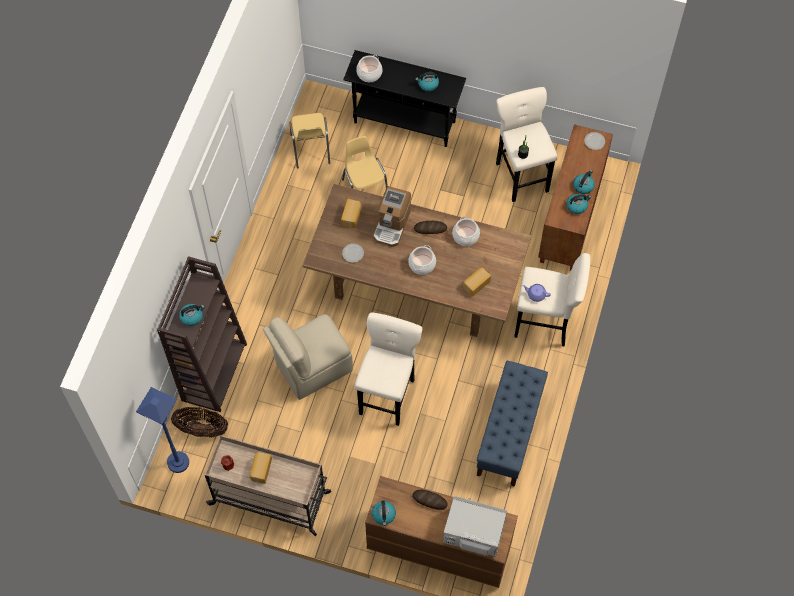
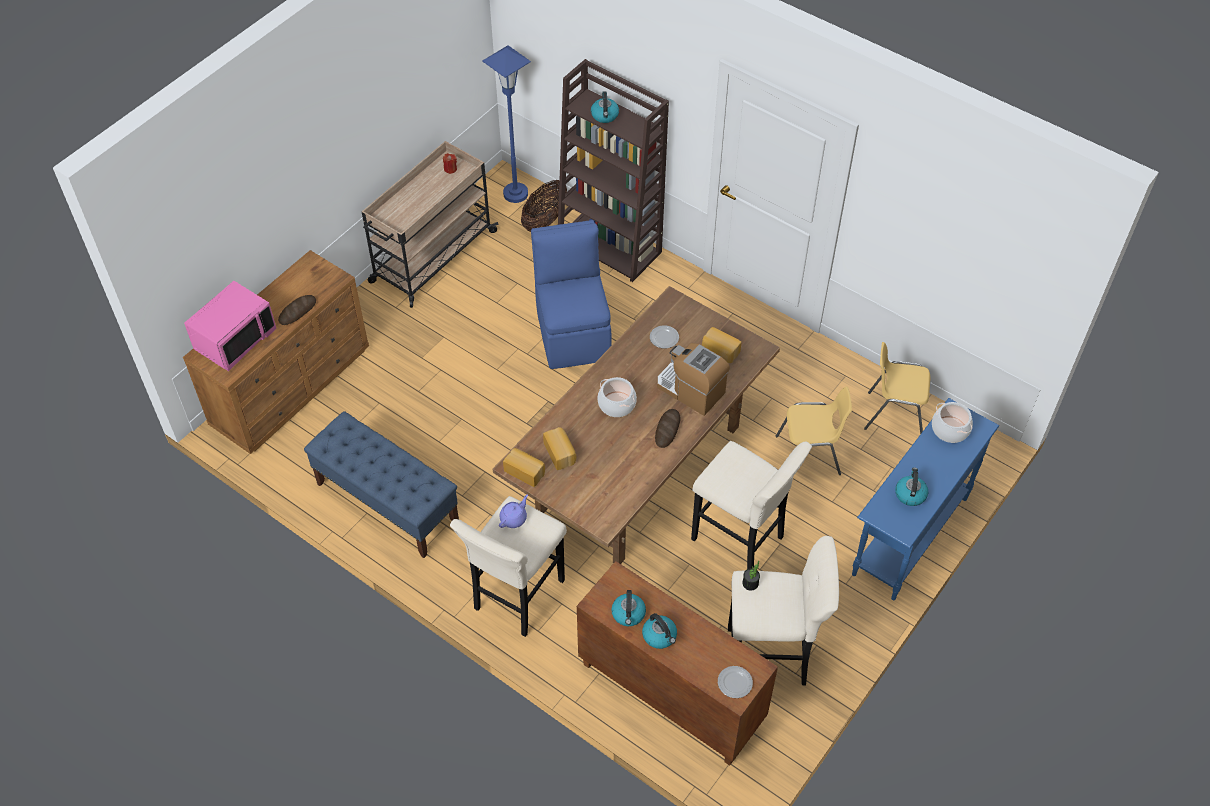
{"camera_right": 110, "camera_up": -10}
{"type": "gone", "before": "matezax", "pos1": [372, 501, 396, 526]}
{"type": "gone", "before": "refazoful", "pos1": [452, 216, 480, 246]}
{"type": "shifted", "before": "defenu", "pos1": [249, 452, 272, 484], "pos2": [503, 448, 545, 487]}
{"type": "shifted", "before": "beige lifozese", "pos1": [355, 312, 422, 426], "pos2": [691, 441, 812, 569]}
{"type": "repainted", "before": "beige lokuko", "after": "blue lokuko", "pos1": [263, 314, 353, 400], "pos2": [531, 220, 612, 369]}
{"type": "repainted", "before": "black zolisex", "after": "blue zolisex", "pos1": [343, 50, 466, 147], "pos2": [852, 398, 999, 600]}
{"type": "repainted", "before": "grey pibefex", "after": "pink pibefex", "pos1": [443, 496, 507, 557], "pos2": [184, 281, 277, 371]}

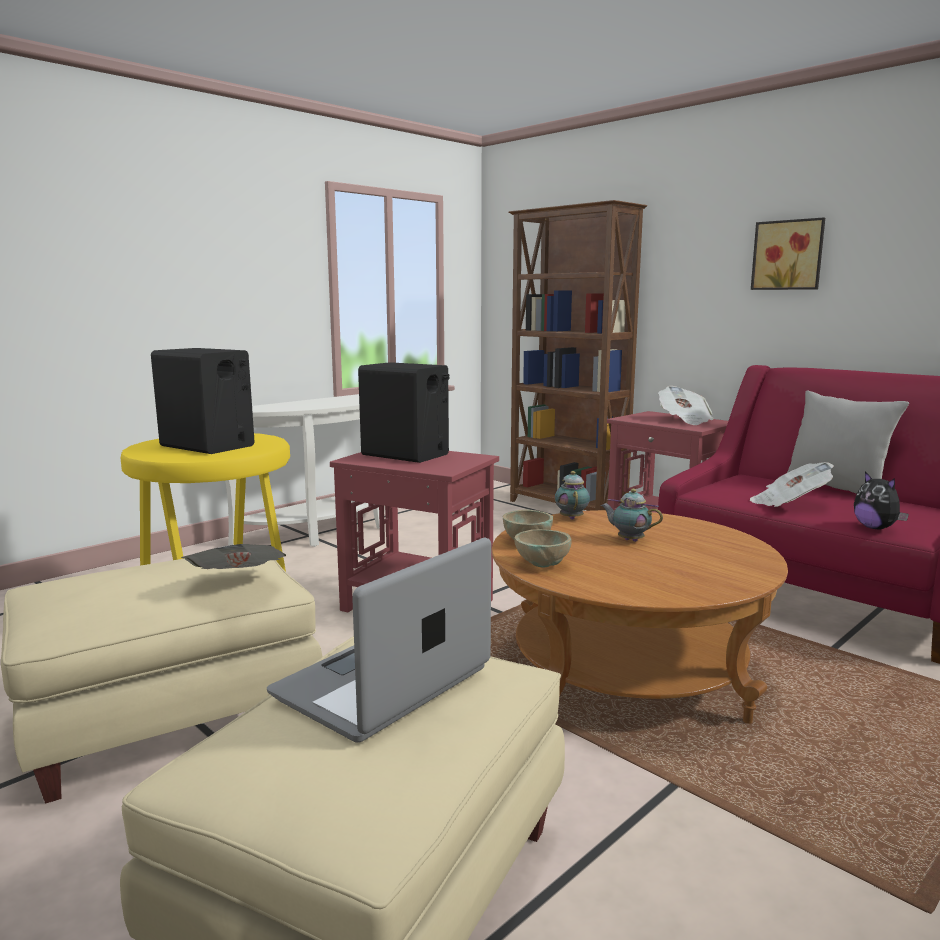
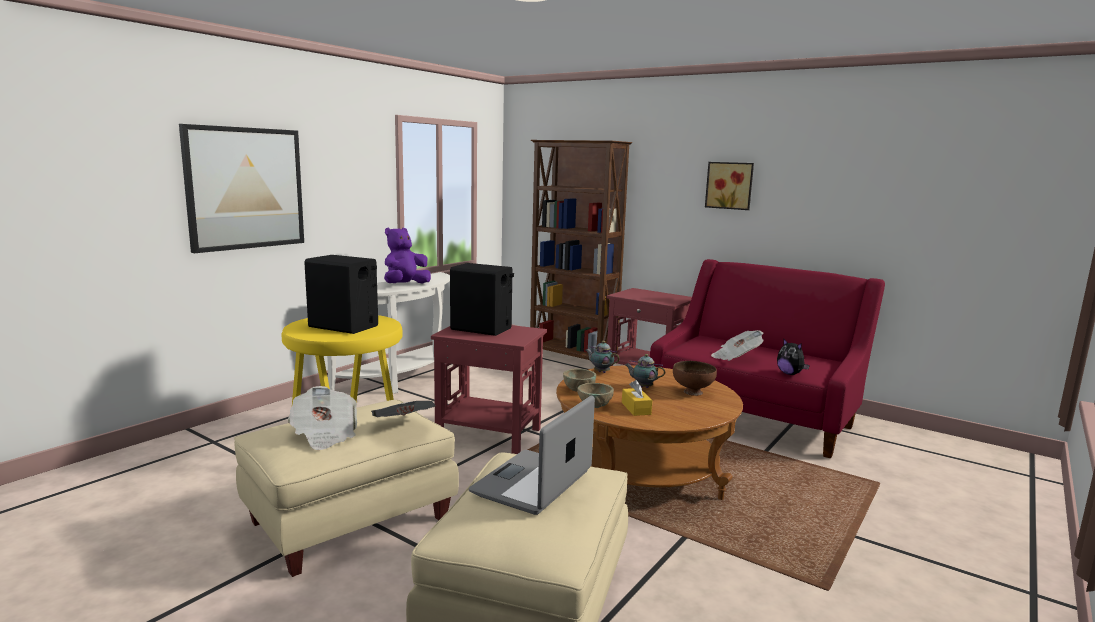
{"camera_right": -10, "camera_up": 0}
{"type": "gone", "before": "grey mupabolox", "pos1": [787, 390, 909, 494]}
{"type": "new", "after": "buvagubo", "pos2": [179, 124, 304, 253]}
{"type": "new", "after": "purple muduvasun", "pos2": [384, 228, 431, 283]}
{"type": "new", "after": "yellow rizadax", "pos2": [622, 380, 652, 416]}
{"type": "new", "after": "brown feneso", "pos2": [673, 361, 717, 396]}
{"type": "shifted", "before": "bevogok", "pos1": [658, 386, 714, 425], "pos2": [288, 386, 357, 450]}
{"type": "rotated", "before": "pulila", "pos1": [555, 471, 590, 520], "pos2": [586, 341, 620, 373], "turn": -45}

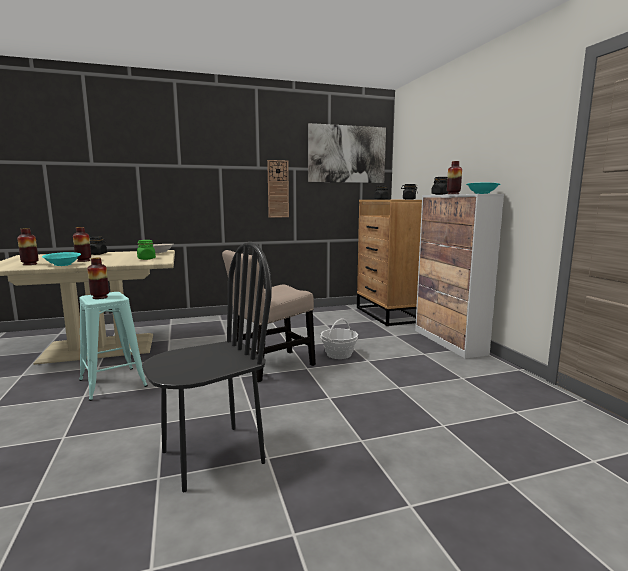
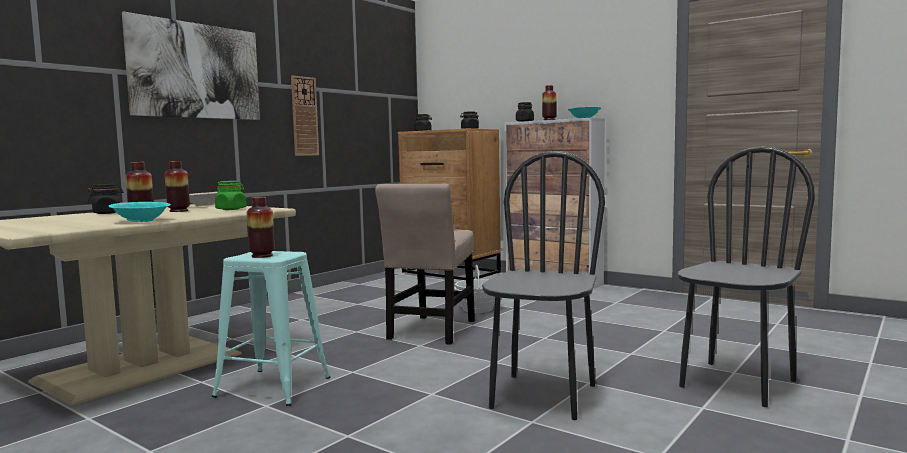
{"camera_right": -35, "camera_up": -5}
{"type": "new", "after": "black lokuko", "pos2": [678, 146, 815, 407]}
{"type": "shifted", "before": "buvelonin", "pos1": [17, 228, 39, 265], "pos2": [165, 161, 190, 212]}
{"type": "shifted", "before": "buvagubo", "pos1": [308, 123, 386, 183], "pos2": [122, 11, 260, 120]}

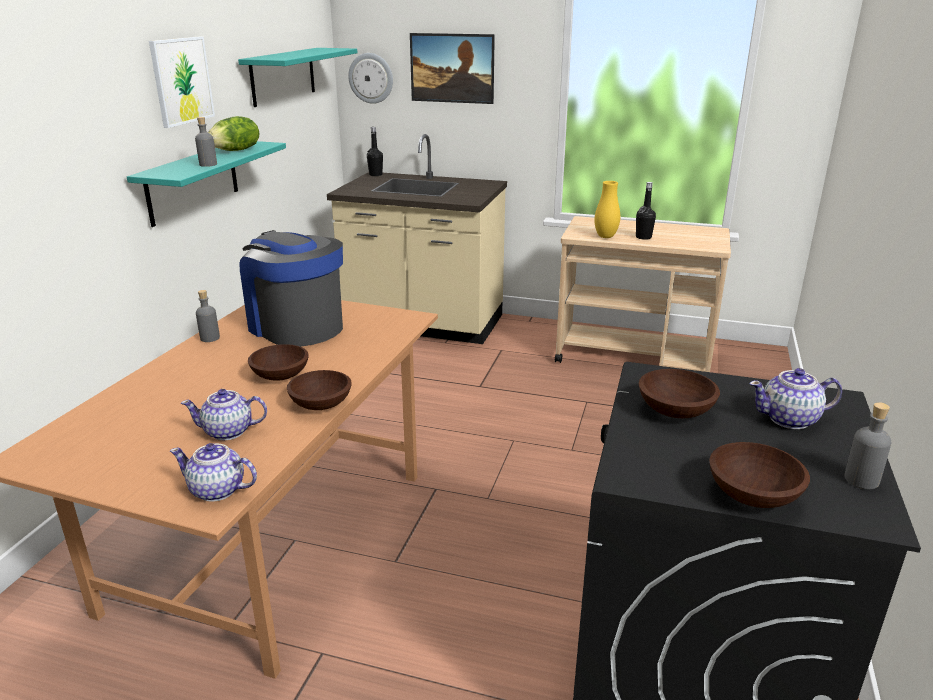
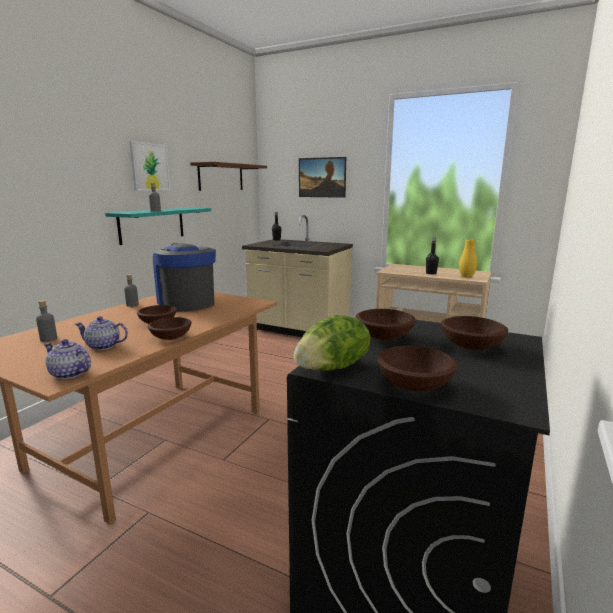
{"camera_right": 10, "camera_up": -10}
{"type": "gone", "before": "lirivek", "pos1": [348, 53, 393, 104]}
{"type": "shifted", "before": "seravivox", "pos1": [208, 116, 259, 151], "pos2": [293, 315, 370, 371]}
{"type": "shifted", "before": "yellow buvelonin", "pos1": [594, 181, 620, 238], "pos2": [459, 239, 477, 278]}
{"type": "shifted", "before": "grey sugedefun", "pos1": [844, 402, 891, 489], "pos2": [36, 300, 57, 342]}
{"type": "swapped", "before": "pulila", "after": "brown feneso", "pos1": [749, 368, 842, 429], "pos2": [441, 316, 508, 350]}
{"type": "repainted", "before": "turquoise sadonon", "after": "brown sadonon", "pos1": [238, 48, 357, 107], "pos2": [190, 162, 267, 191]}

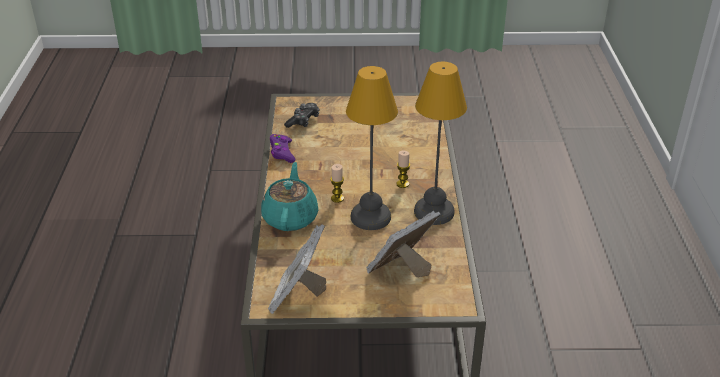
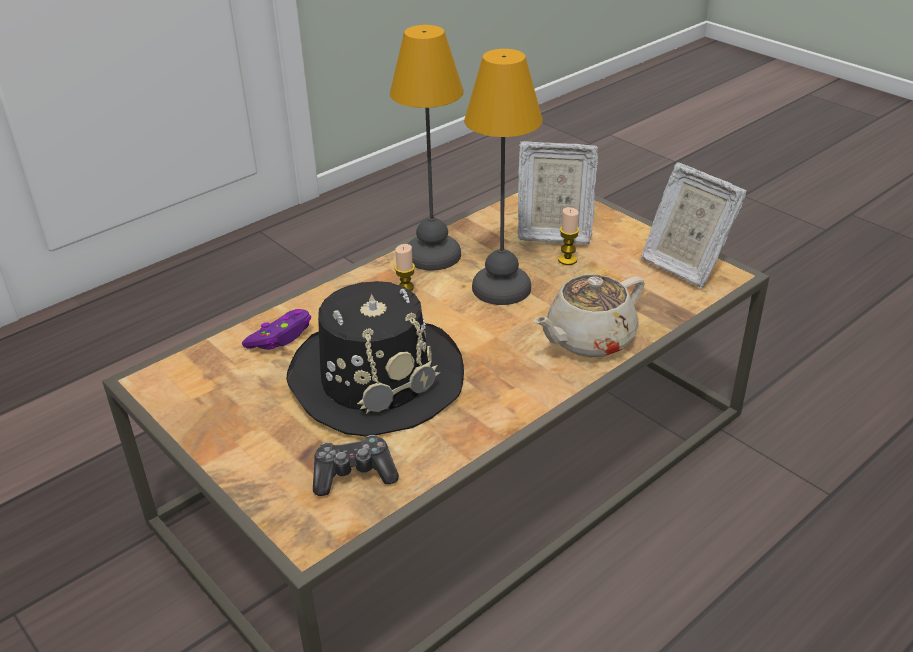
{"camera_right": -130, "camera_up": 0}
{"type": "new", "after": "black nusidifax", "pos2": [286, 281, 464, 437]}
{"type": "shifted", "before": "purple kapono", "pos1": [270, 134, 295, 163], "pos2": [242, 309, 311, 350]}
{"type": "shifted", "before": "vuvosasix", "pos1": [330, 164, 344, 203], "pos2": [558, 207, 579, 265]}
{"type": "repainted", "before": "turquoise pulila", "after": "beige pulila", "pos1": [261, 162, 318, 231], "pos2": [534, 274, 645, 357]}
{"type": "rotated", "before": "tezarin", "pos1": [268, 224, 326, 314], "pos2": [641, 162, 747, 288], "turn": 75}

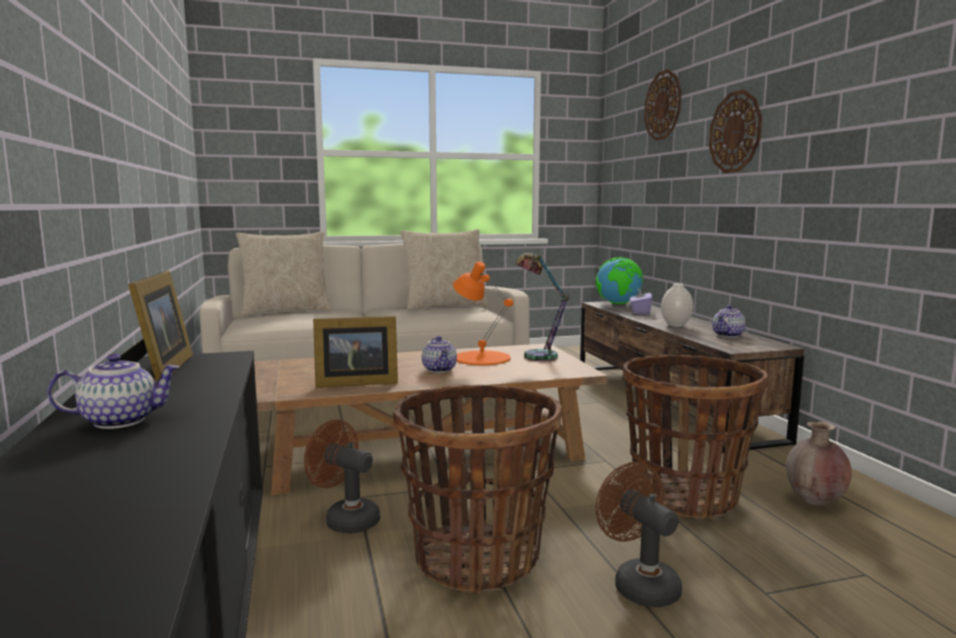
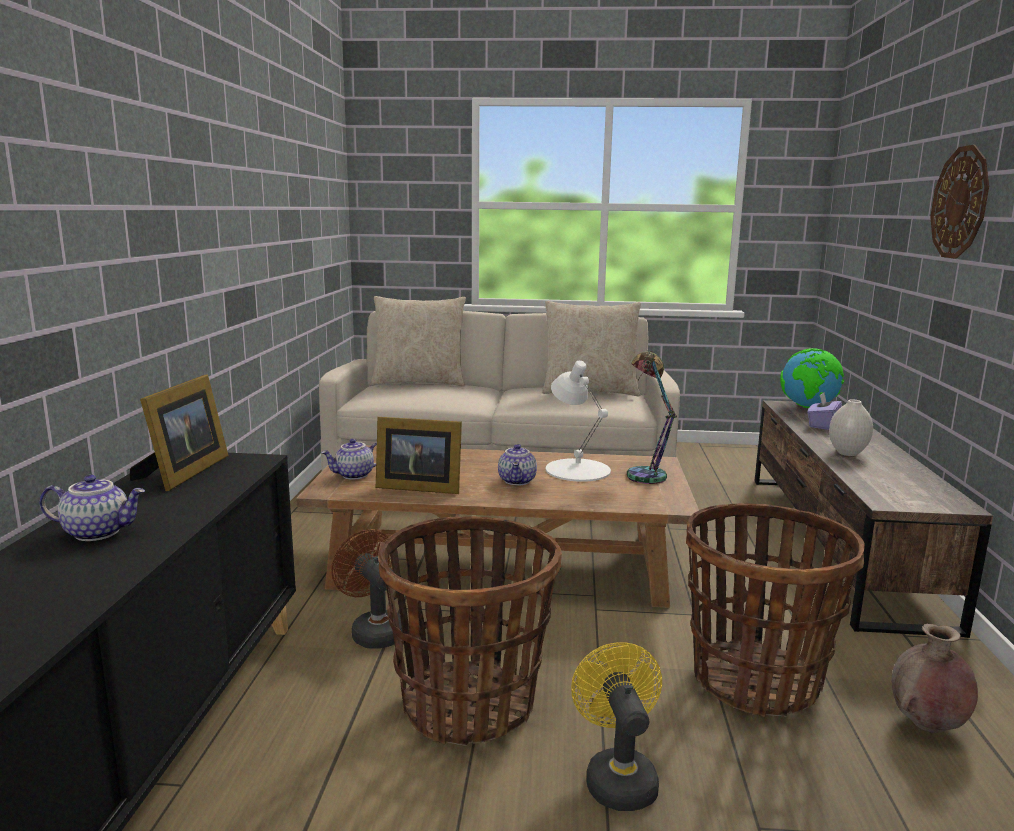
{"camera_right": 20, "camera_up": 5}
{"type": "gone", "before": "lirivek", "pos1": [644, 69, 681, 141]}
{"type": "shifted", "before": "pulila", "pos1": [712, 305, 746, 337], "pos2": [321, 439, 377, 480]}
{"type": "repainted", "before": "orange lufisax", "after": "white lufisax", "pos1": [453, 261, 513, 365], "pos2": [546, 360, 611, 482]}
{"type": "repainted", "before": "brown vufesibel", "after": "yellow vufesibel", "pos1": [595, 462, 682, 607], "pos2": [571, 642, 662, 811]}

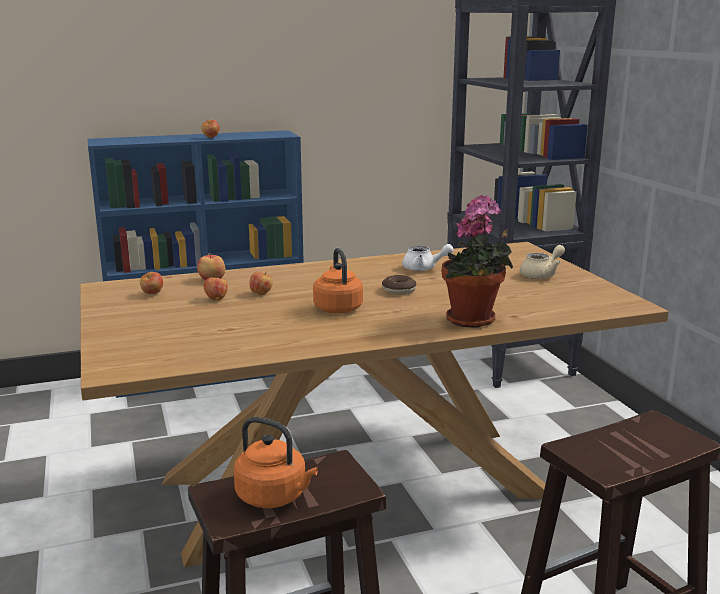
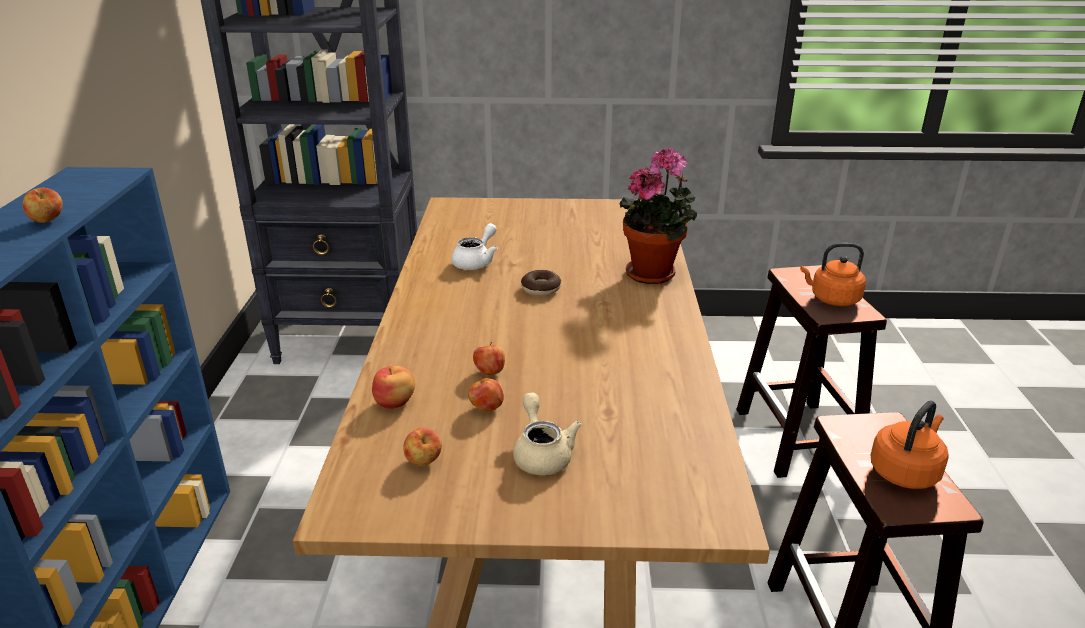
{"camera_right": -70, "camera_up": 10}
{"type": "shifted", "before": "orange matezax", "pos1": [313, 248, 363, 313], "pos2": [800, 243, 866, 306]}
{"type": "shifted", "before": "beige pulila", "pos1": [520, 245, 565, 279], "pos2": [513, 393, 582, 475]}

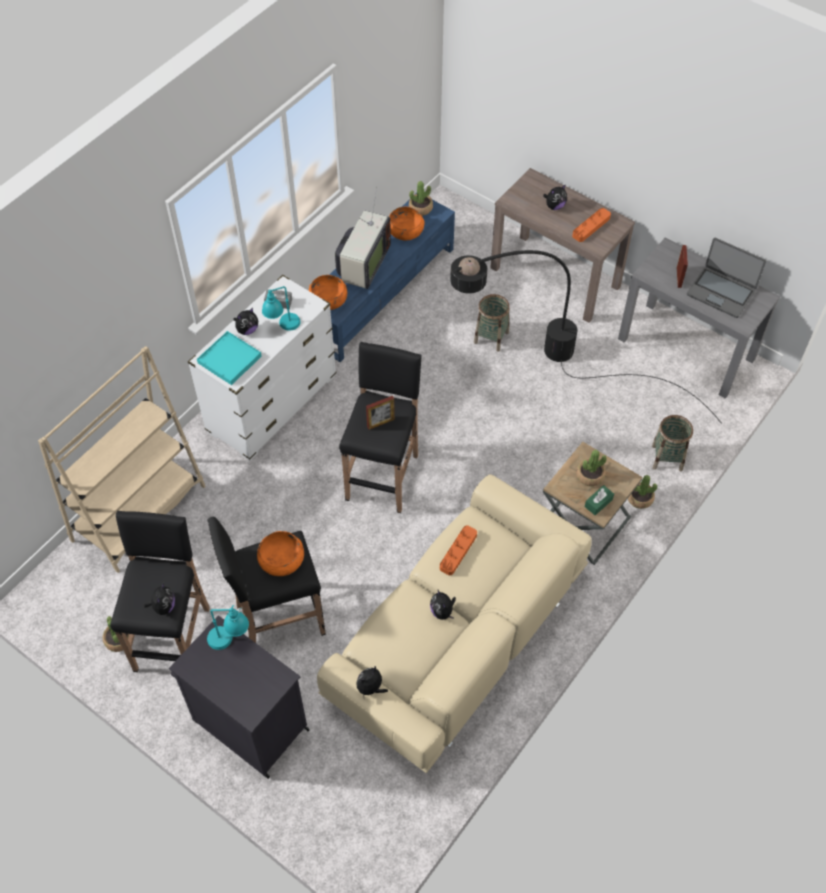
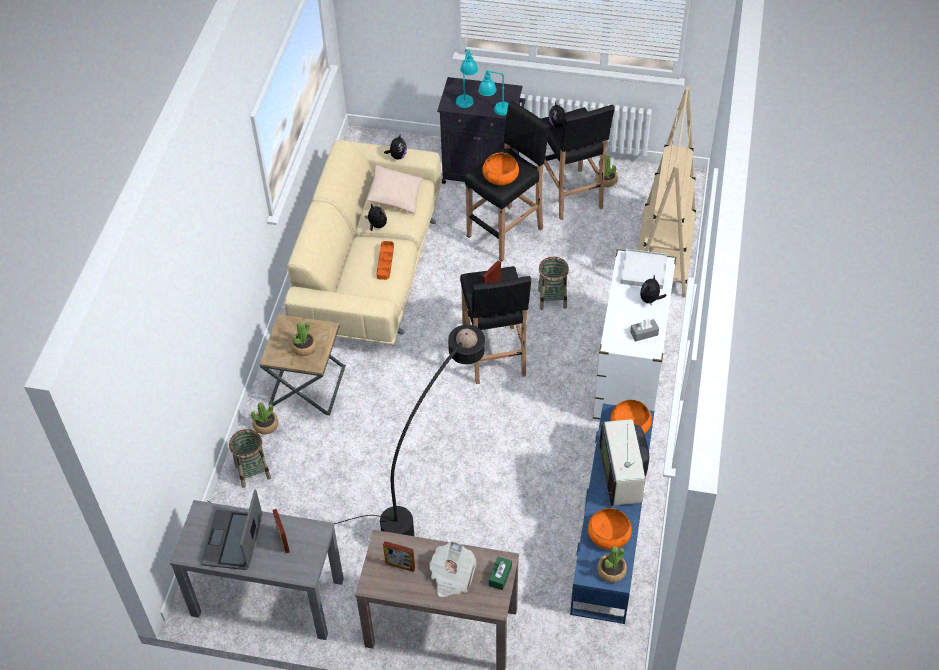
{"camera_right": 155, "camera_up": -5}
{"type": "new", "after": "beige mupabolox", "pos2": [367, 165, 423, 214]}
{"type": "shifted", "before": "turquoise lufisax", "pos1": [262, 286, 301, 331], "pos2": [456, 49, 478, 108]}
{"type": "shifted", "before": "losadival", "pos1": [474, 294, 510, 352], "pos2": [538, 257, 569, 310]}
{"type": "shifted", "before": "green rizadax", "pos1": [585, 485, 614, 515], "pos2": [489, 557, 512, 590]}
{"type": "swapped", "before": "muduvasun", "after": "bevogok", "pos1": [543, 184, 567, 210], "pos2": [429, 541, 477, 597]}
{"type": "swapped", "before": "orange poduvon", "after": "tezarin", "pos1": [572, 208, 611, 242], "pos2": [383, 541, 415, 572]}
{"type": "repainted", "before": "turquoise poduvon", "after": "white poduvon", "pos1": [197, 331, 262, 385], "pos2": [621, 249, 668, 289]}
{"type": "rotated", "before": "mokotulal", "pos1": [687, 238, 766, 318], "pos2": [201, 490, 262, 570], "turn": -90}

